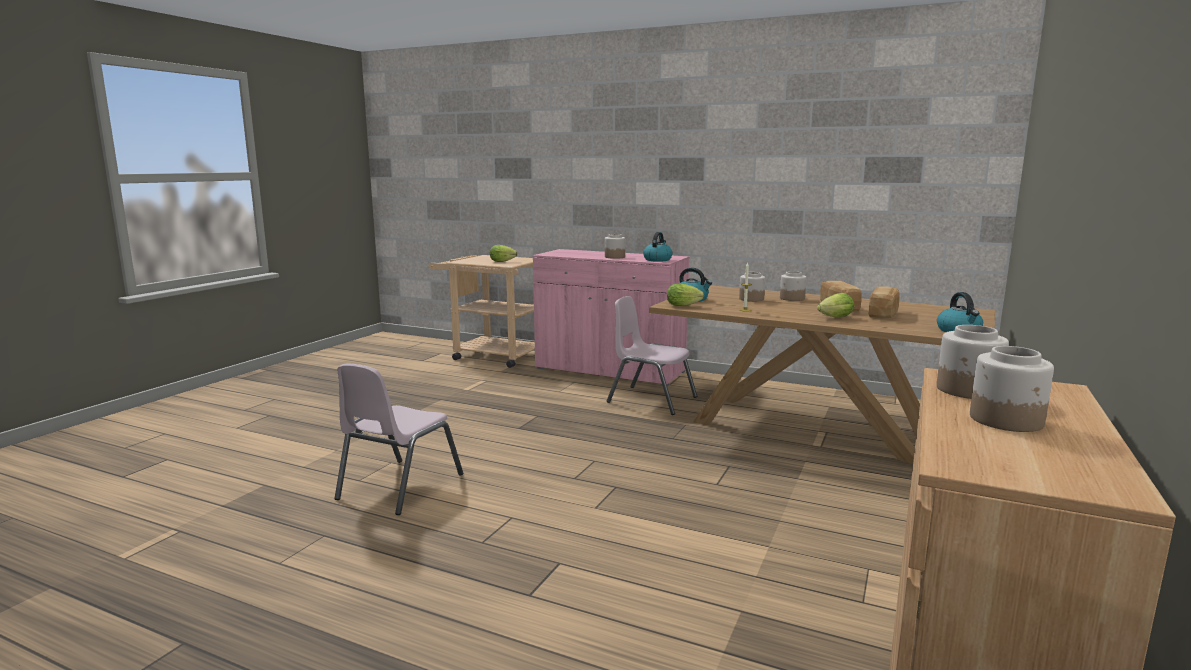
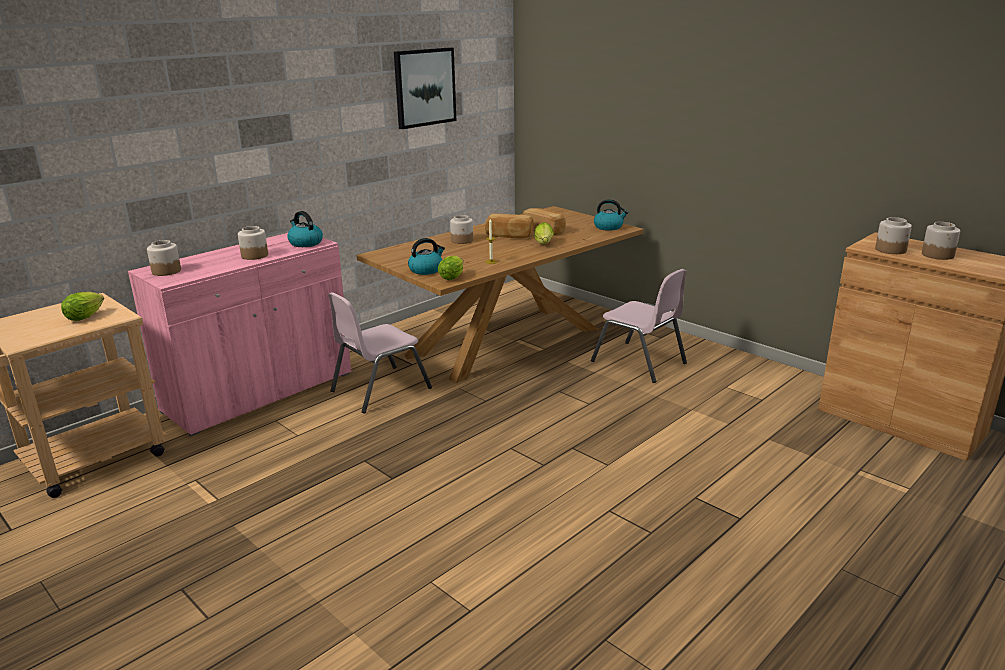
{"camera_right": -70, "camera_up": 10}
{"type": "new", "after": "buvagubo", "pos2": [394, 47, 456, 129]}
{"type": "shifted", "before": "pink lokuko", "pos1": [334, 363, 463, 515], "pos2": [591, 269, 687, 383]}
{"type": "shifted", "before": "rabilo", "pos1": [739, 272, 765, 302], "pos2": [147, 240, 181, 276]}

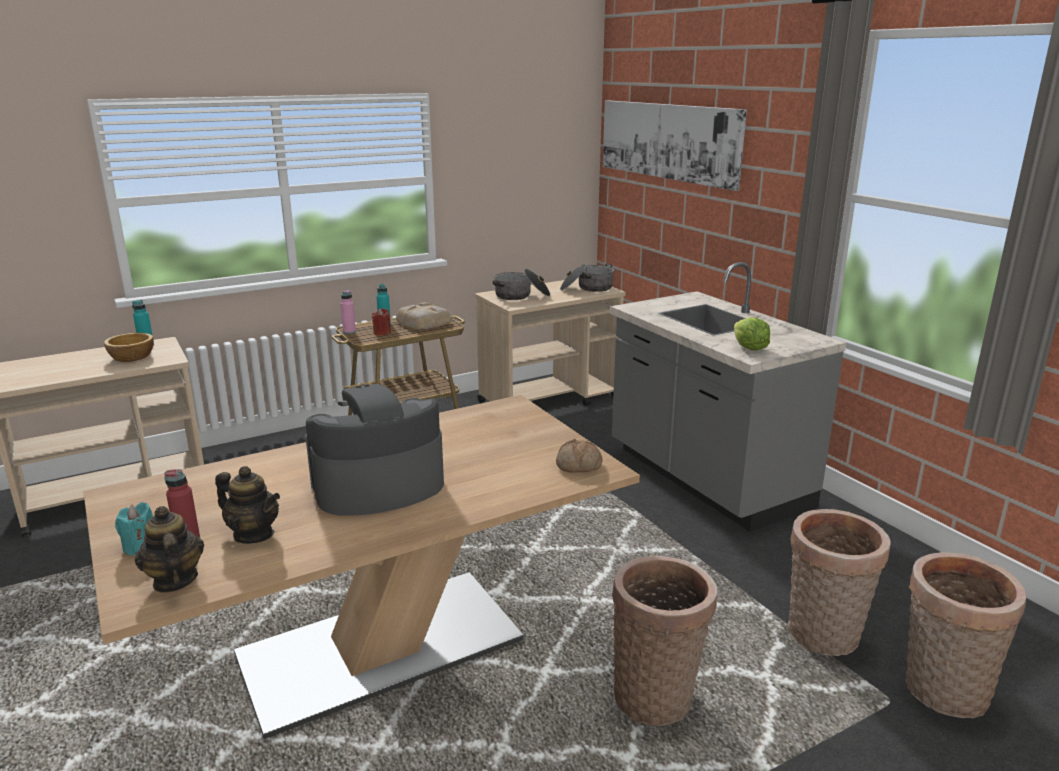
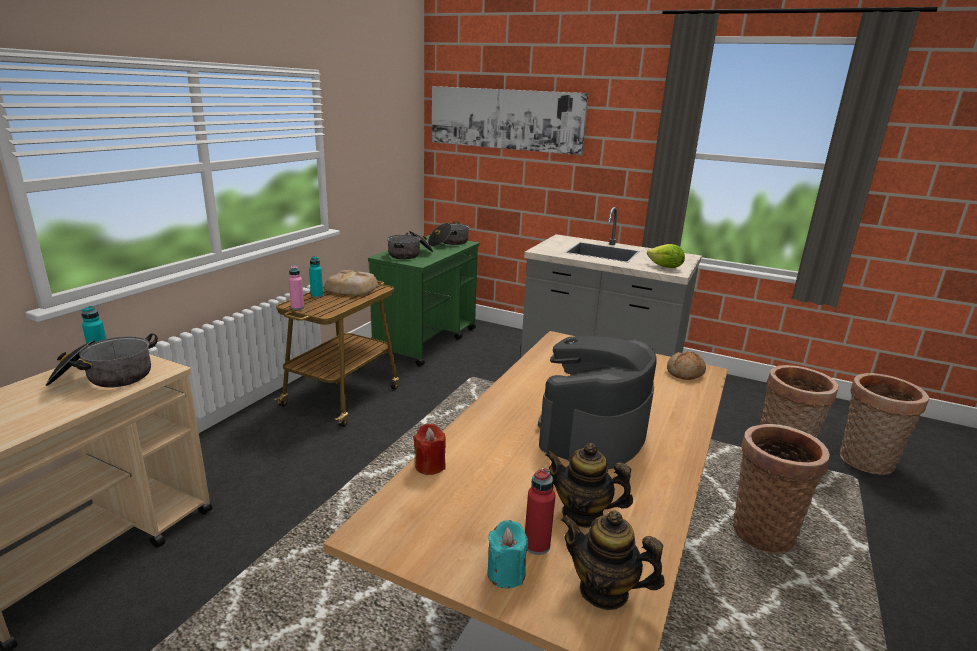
{"camera_right": -35, "camera_up": 0}
{"type": "shifted", "before": "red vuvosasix", "pos1": [372, 308, 391, 336], "pos2": [413, 424, 446, 475]}
{"type": "swapped", "before": "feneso", "after": "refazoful", "pos1": [104, 333, 154, 362], "pos2": [45, 333, 158, 388]}
{"type": "repainted", "before": "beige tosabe", "after": "green tosabe", "pos1": [475, 278, 626, 406], "pos2": [368, 235, 480, 367]}
{"type": "rotated", "before": "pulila", "pos1": [215, 466, 280, 544], "pos2": [545, 443, 633, 528], "turn": -150}

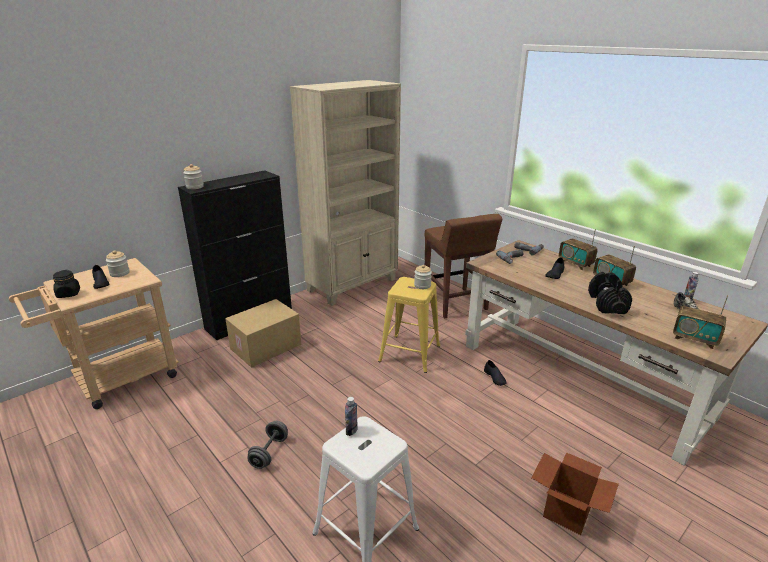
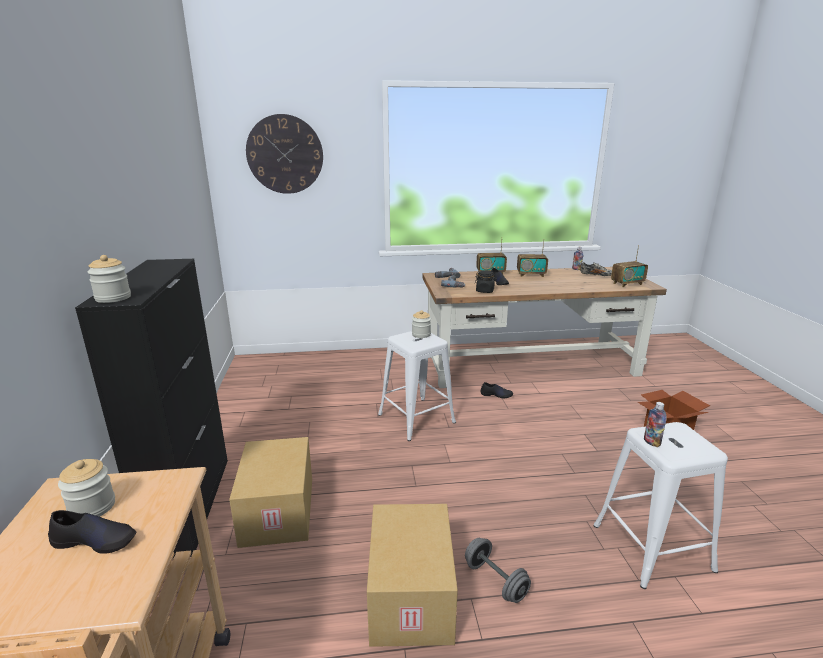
{"camera_right": -55, "camera_up": -5}
{"type": "gone", "before": "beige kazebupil", "pos1": [290, 80, 401, 306]}
{"type": "gone", "before": "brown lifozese", "pos1": [425, 214, 502, 318]}
{"type": "gone", "before": "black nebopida", "pos1": [588, 272, 632, 314]}
{"type": "new", "after": "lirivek", "pos2": [246, 114, 323, 194]}
{"type": "new", "after": "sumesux", "pos2": [367, 504, 458, 647]}
{"type": "shifted", "before": "black rabilo", "pos1": [53, 270, 80, 298], "pos2": [475, 270, 497, 293]}
{"type": "repainted", "before": "yellow lifozese", "after": "white lifozese", "pos1": [378, 277, 440, 373], "pos2": [378, 331, 456, 441]}

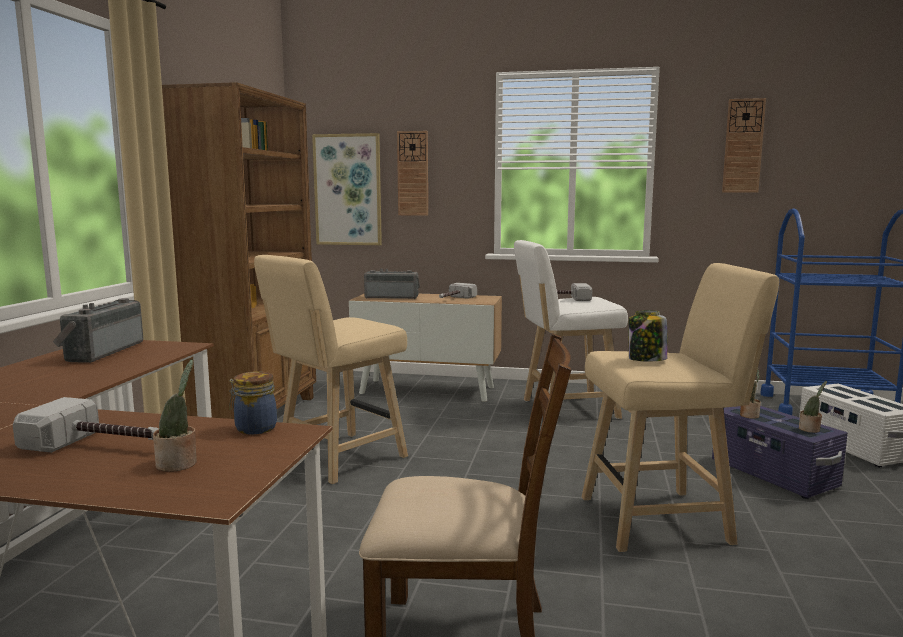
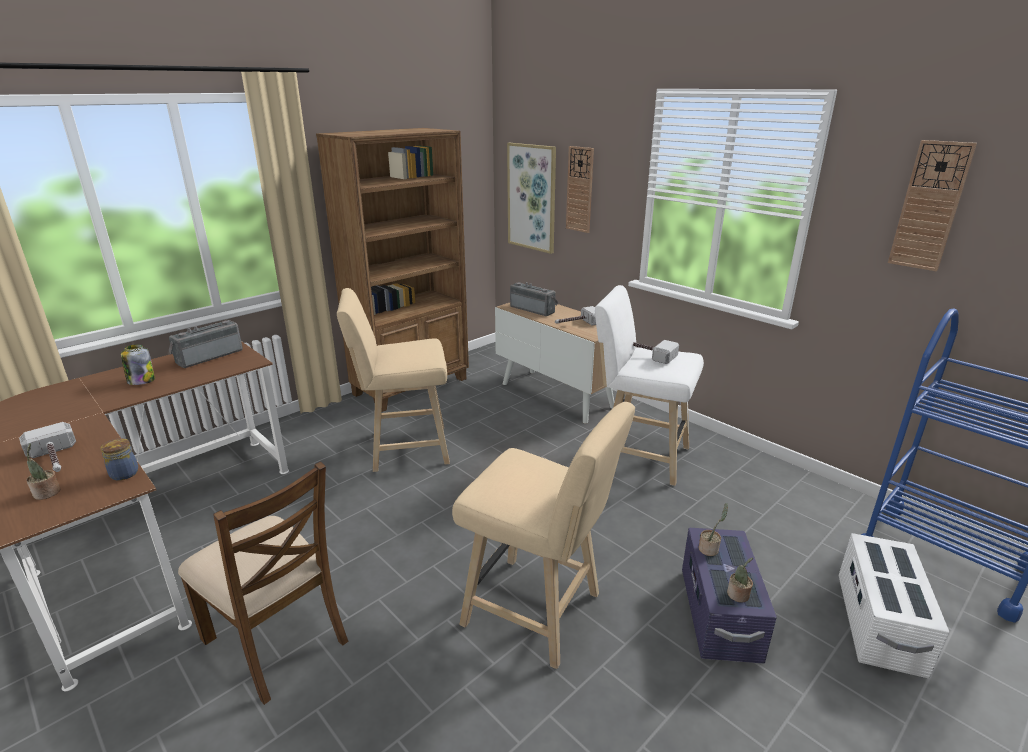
{"camera_right": 35, "camera_up": 15}
{"type": "shifted", "before": "rabilo", "pos1": [628, 310, 668, 361], "pos2": [121, 345, 155, 385]}

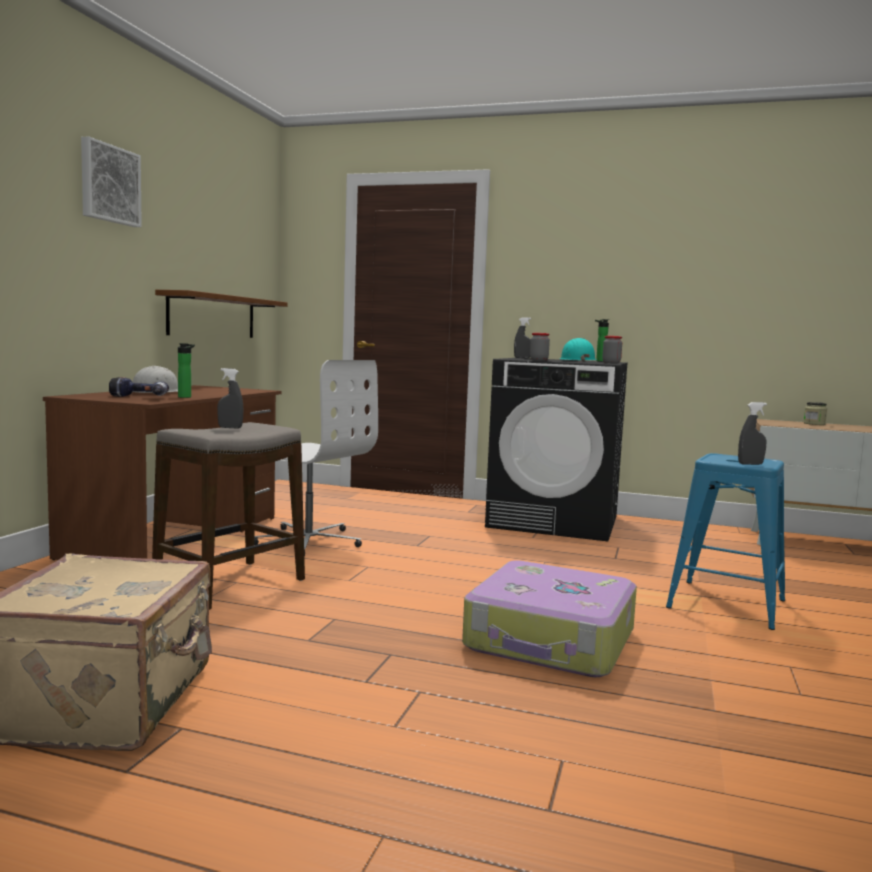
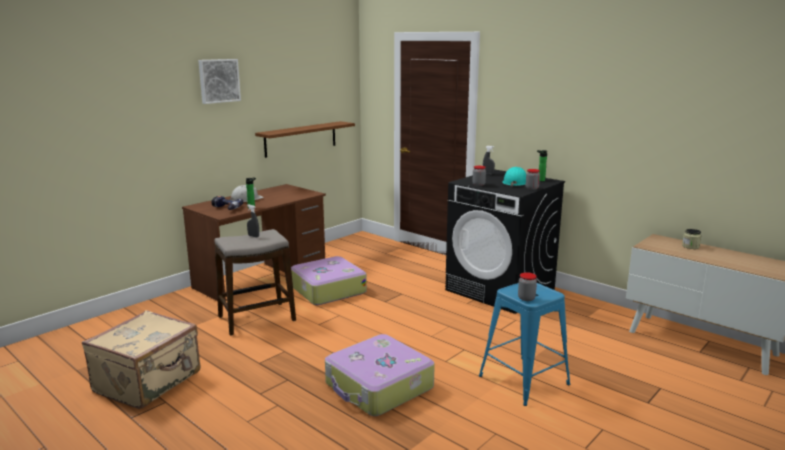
{"camera_right": 25, "camera_up": 10}
{"type": "swapped", "before": "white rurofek", "after": "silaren", "pos1": [254, 360, 378, 556], "pos2": [291, 256, 367, 305]}
{"type": "swapped", "before": "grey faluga", "after": "rabilo", "pos1": [738, 402, 767, 465], "pos2": [518, 272, 537, 301]}

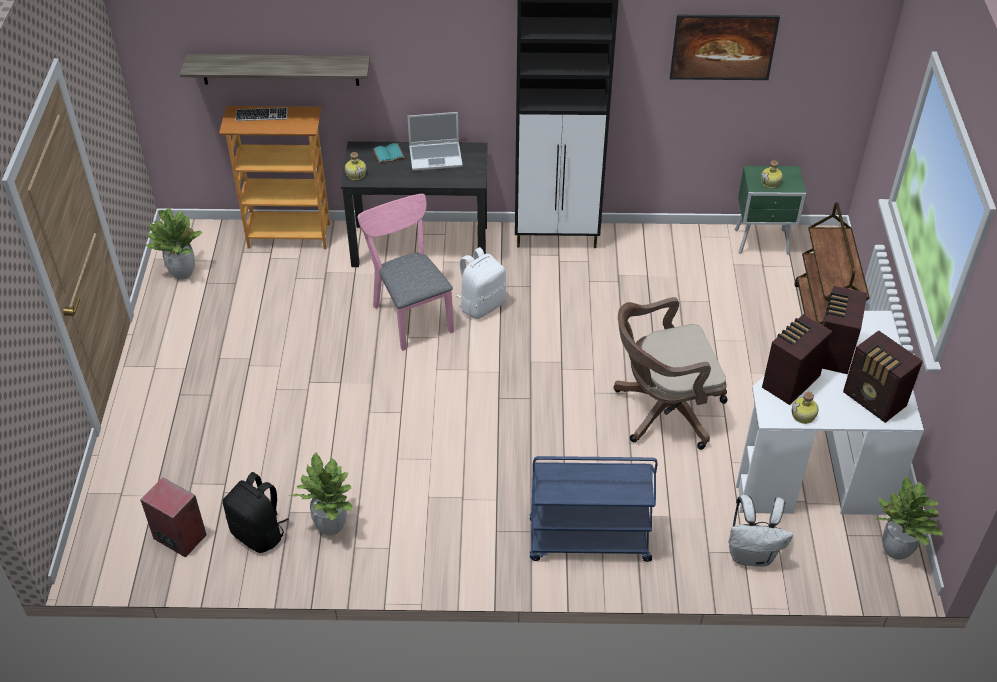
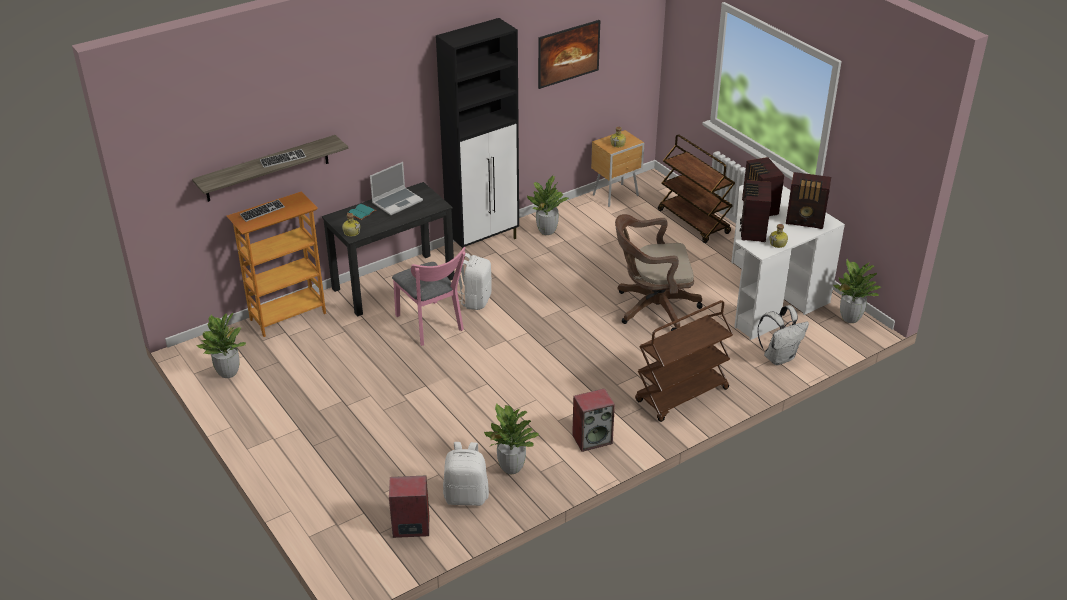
{"camera_right": -35, "camera_up": -10}
{"type": "new", "after": "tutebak", "pos2": [260, 149, 306, 168]}
{"type": "new", "after": "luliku", "pos2": [527, 175, 569, 235]}
{"type": "new", "after": "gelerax", "pos2": [572, 388, 615, 452]}
{"type": "repainted", "before": "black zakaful", "after": "white zakaful", "pos1": [223, 472, 289, 553], "pos2": [443, 442, 489, 506]}
{"type": "repainted", "before": "blue tosabe", "after": "brown tosabe", "pos1": [530, 456, 657, 562], "pos2": [635, 300, 733, 422]}
{"type": "repainted", "before": "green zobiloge", "after": "brown zobiloge", "pos1": [735, 166, 806, 255], "pos2": [591, 130, 644, 207]}
{"type": "rotated", "before": "pink lokuko", "pos1": [358, 194, 454, 351], "pos2": [392, 247, 466, 346], "turn": -150}
{"type": "rotated", "before": "brown rurofek", "pos1": [613, 297, 728, 450], "pos2": [615, 214, 703, 331], "turn": 45}

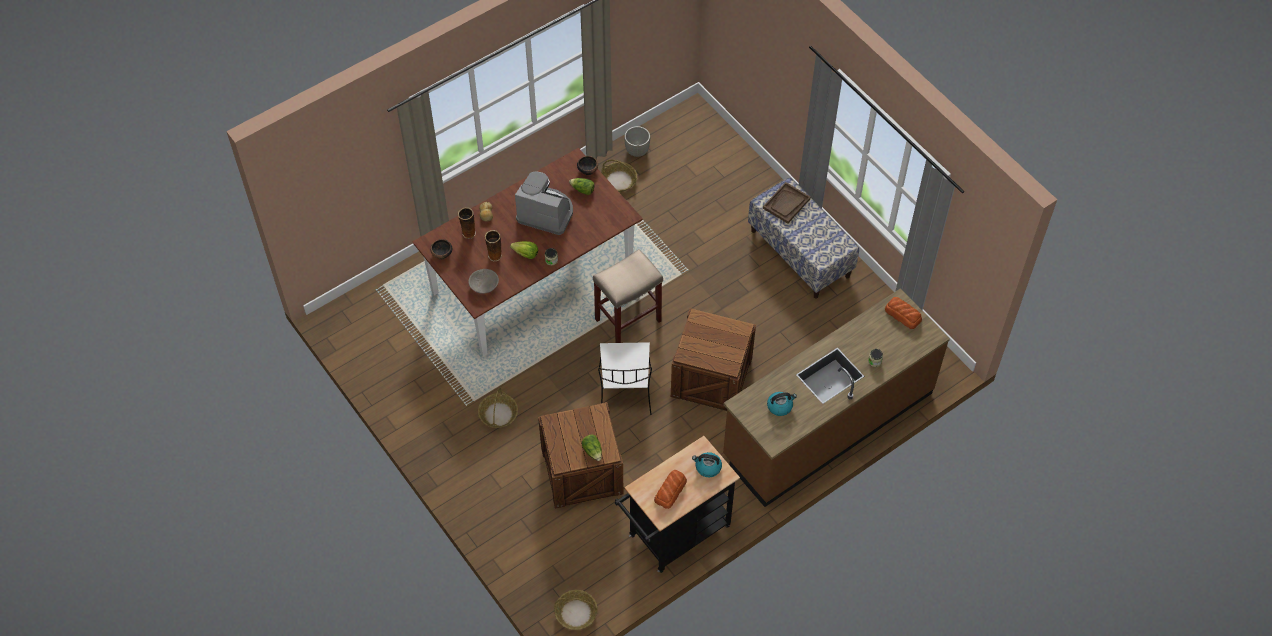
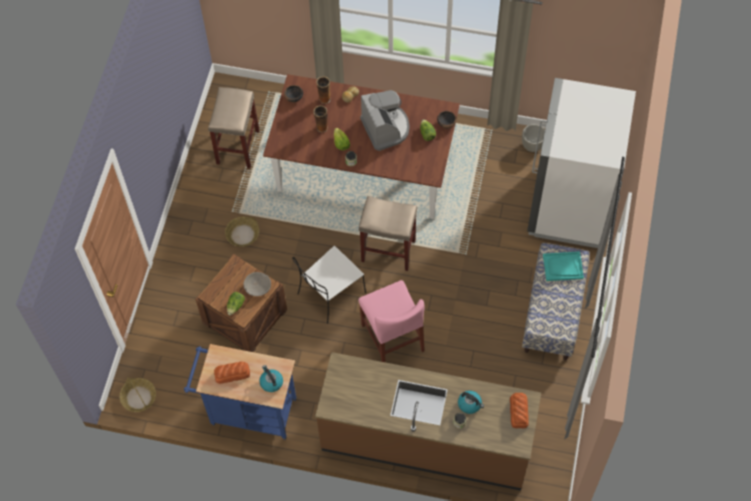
{"camera_right": 50, "camera_up": 5}
{"type": "gone", "before": "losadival", "pos1": [601, 160, 637, 192]}
{"type": "new", "after": "beige lifozese", "pos2": [208, 87, 260, 168]}
{"type": "new", "after": "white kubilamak", "pos2": [527, 78, 636, 248]}
{"type": "shifted", "before": "grey feneso", "pos1": [469, 269, 499, 294], "pos2": [243, 272, 271, 296]}
{"type": "shifted", "before": "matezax", "pos1": [767, 392, 797, 416], "pos2": [458, 391, 484, 414]}
{"type": "swapped", "before": "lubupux", "after": "pink lokuko", "pos1": [671, 308, 756, 411], "pos2": [358, 280, 425, 362]}
{"type": "repainted", "before": "black tosabe", "after": "blue tosabe", "pos1": [615, 436, 740, 573], "pos2": [184, 344, 297, 440]}
{"type": "repainted", "before": "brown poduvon", "after": "turquoise poduvon", "pos1": [763, 182, 811, 224], "pos2": [543, 251, 584, 281]}

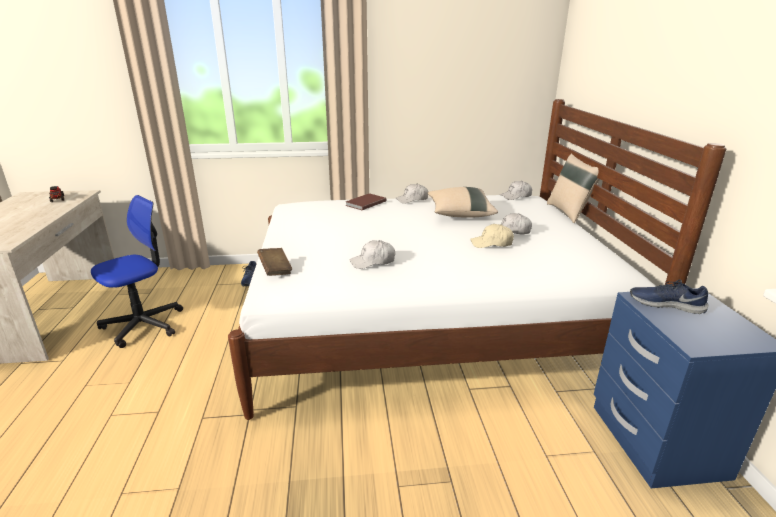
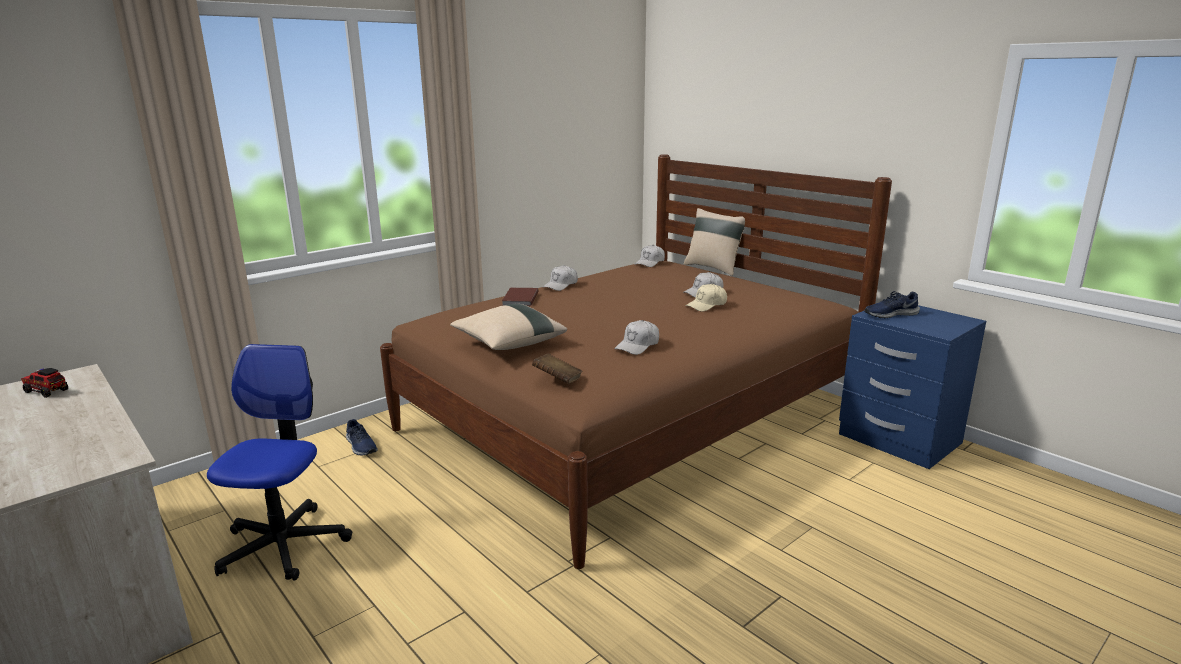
{"camera_right": -35, "camera_up": -5}
{"type": "shifted", "before": "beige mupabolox", "pos1": [427, 187, 498, 218], "pos2": [450, 304, 567, 350]}
{"type": "repainted", "before": "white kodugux", "after": "brown kodugux", "pos1": [228, 99, 726, 420], "pos2": [380, 154, 892, 569]}

